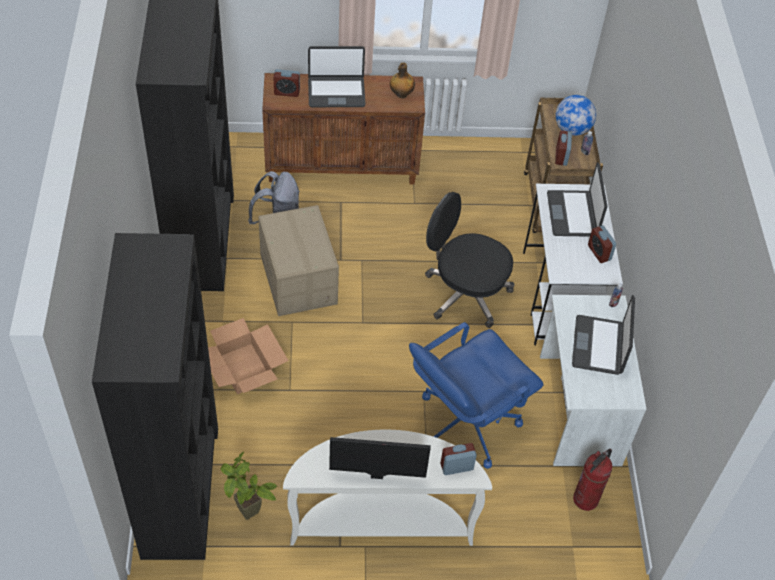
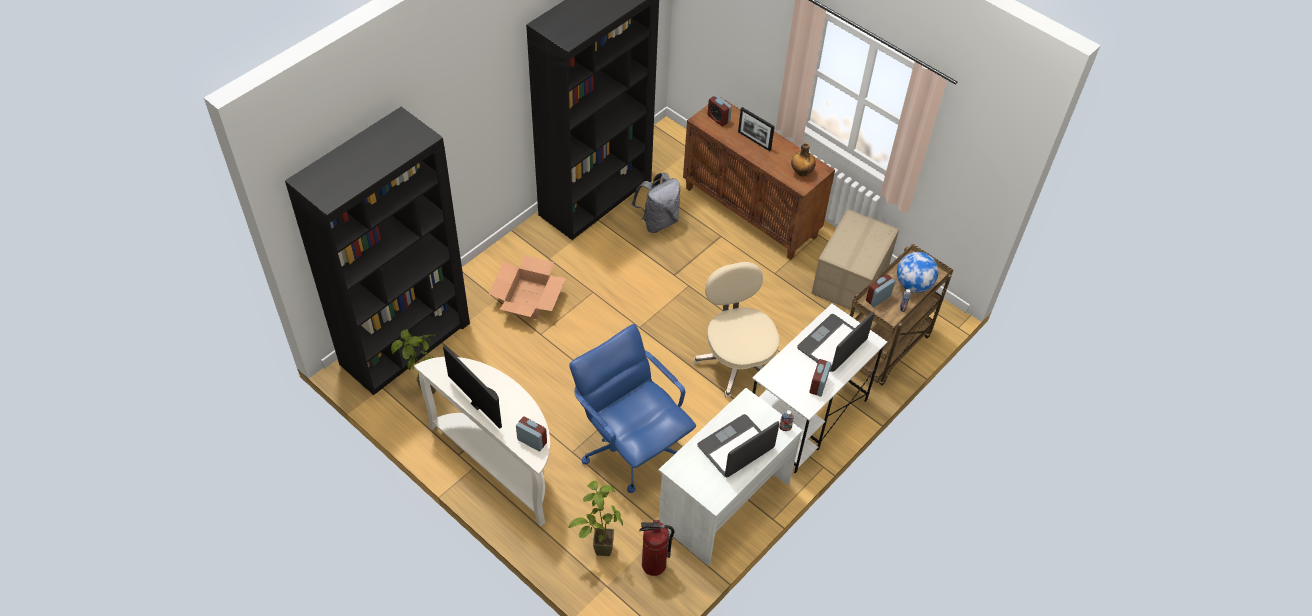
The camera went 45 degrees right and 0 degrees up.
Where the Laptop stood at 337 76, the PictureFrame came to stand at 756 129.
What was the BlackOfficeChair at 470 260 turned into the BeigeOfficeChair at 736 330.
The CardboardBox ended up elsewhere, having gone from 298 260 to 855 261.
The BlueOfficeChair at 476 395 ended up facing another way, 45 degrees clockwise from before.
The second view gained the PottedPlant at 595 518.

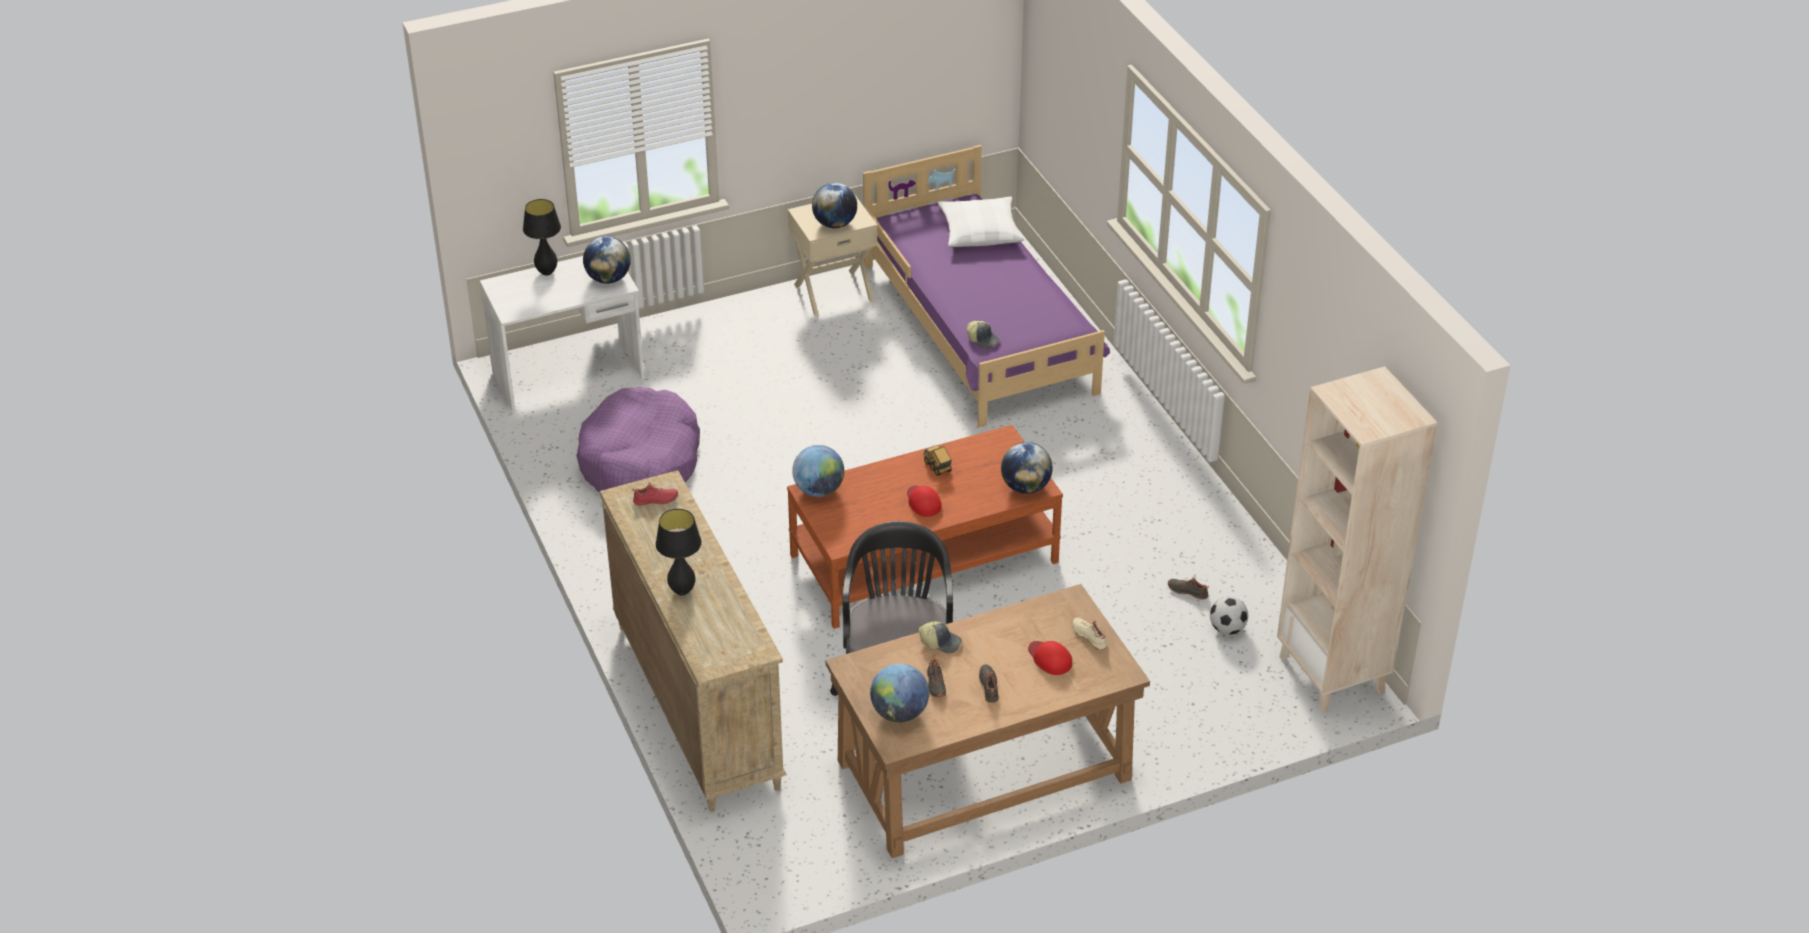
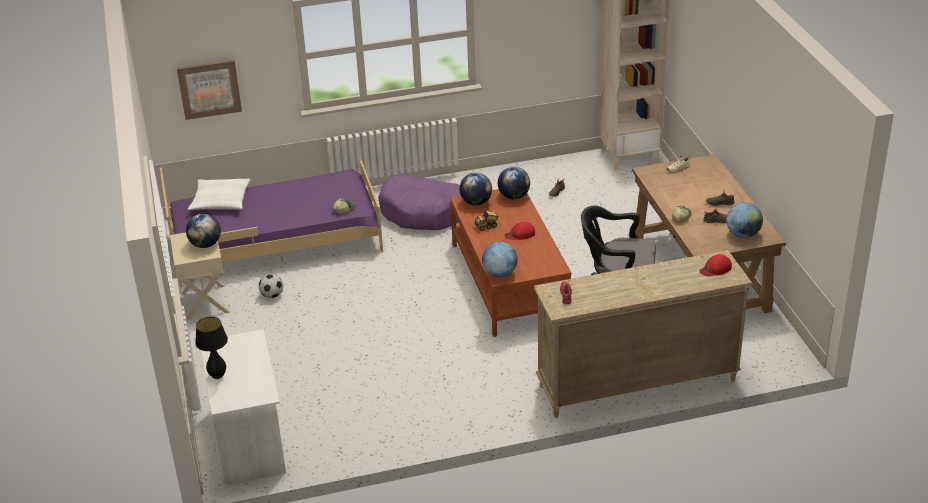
The camera went 80 degrees left and 5 degrees down.
The Globe ended up elsewhere, having gone from 607 260 to 475 189.
The PurpleDogBed ended up elsewhere, having gone from 638 440 to 419 202.
The second view lost the BlackTableLamp at 678 552.
The Football ended up elsewhere, having gone from 1229 615 to 271 286.
The RedCap ended up elsewhere, having gone from 1050 658 to 716 265.
The second view gained the Picture at 209 89.

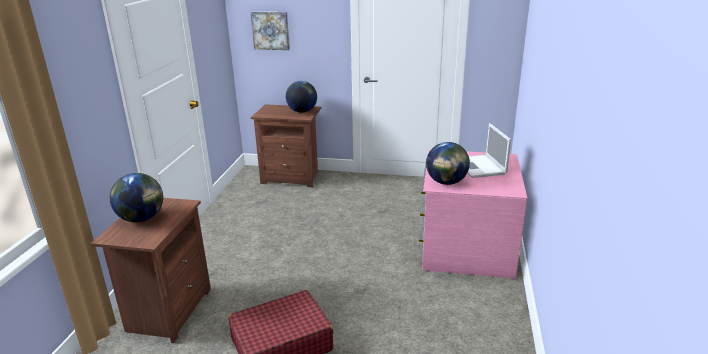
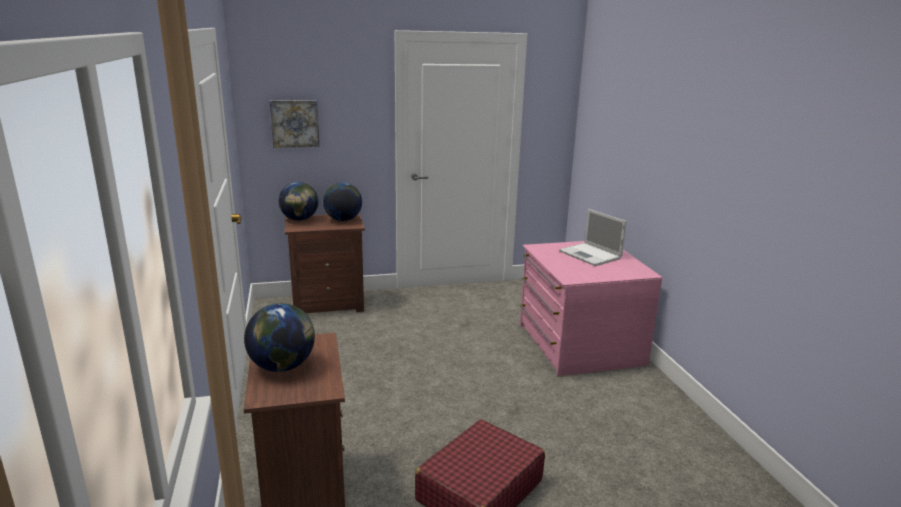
The camera went 25 degrees left and 5 degrees down.
The Globe ended up elsewhere, having gone from 448 163 to 298 201.

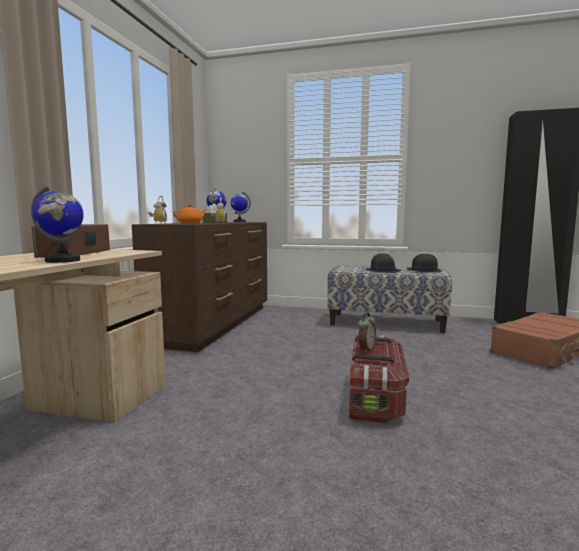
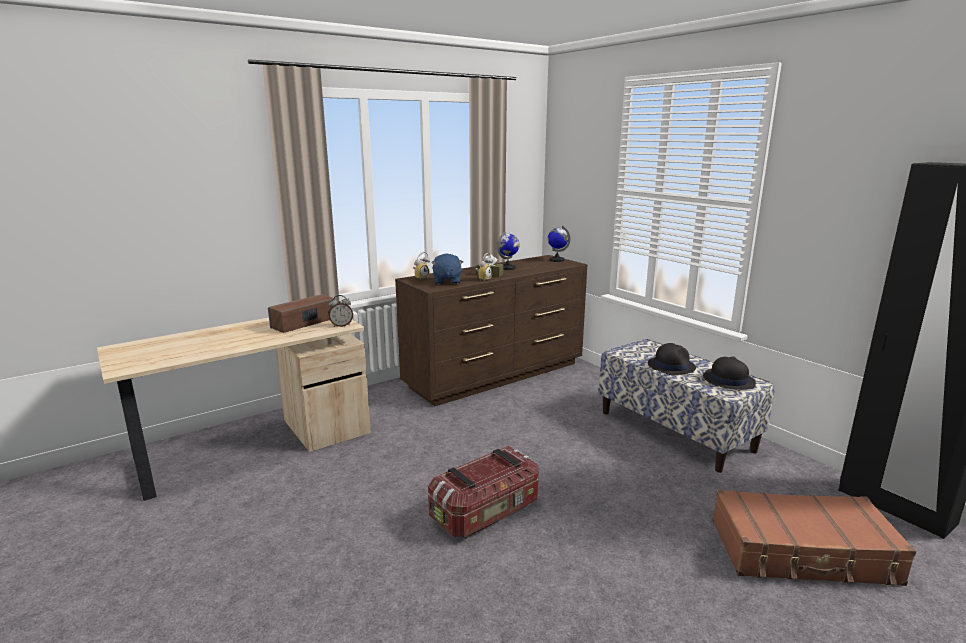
The camera went 40 degrees right and 10 degrees up.
The second view lost the Globe at 57 224.
Where the OrangeTeapot stood at 190 214, the BluePlushToy came to stand at 447 269.
The AlarmClock ended up elsewhere, having gone from 367 332 to 340 311.

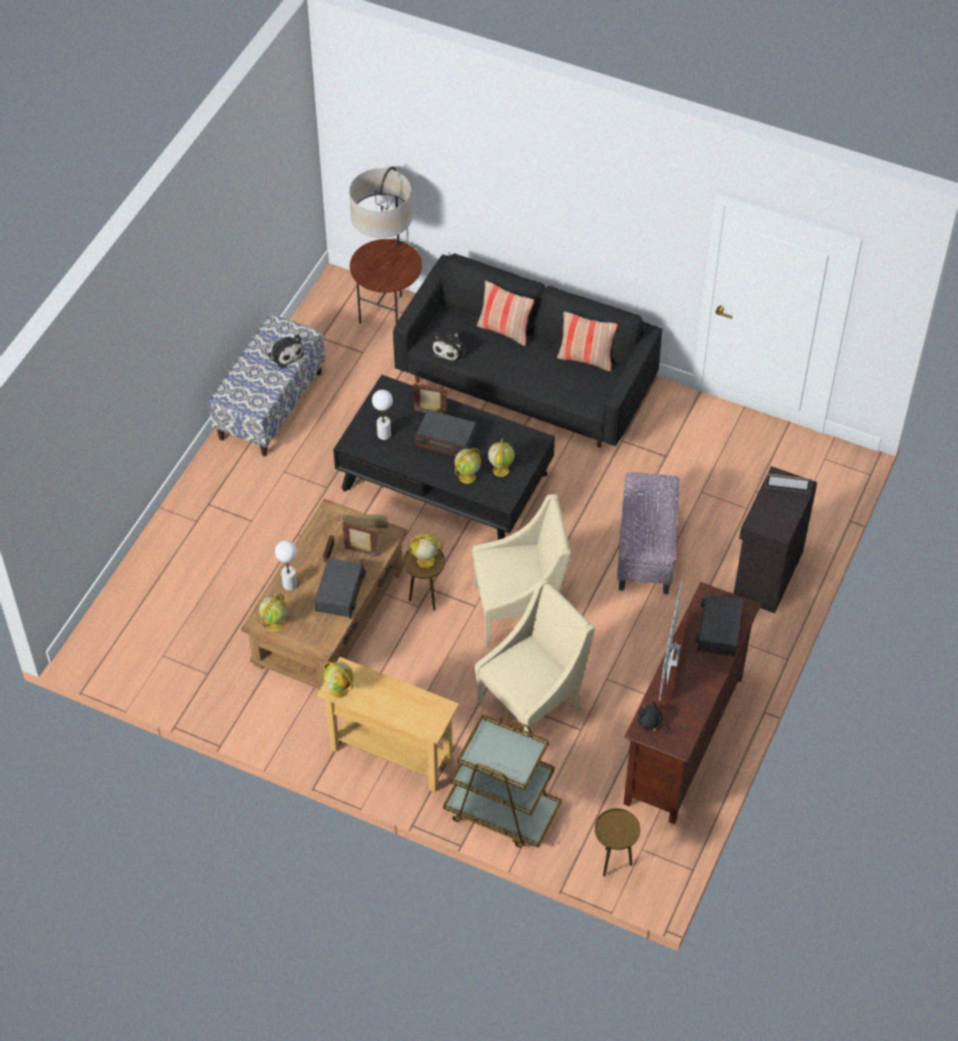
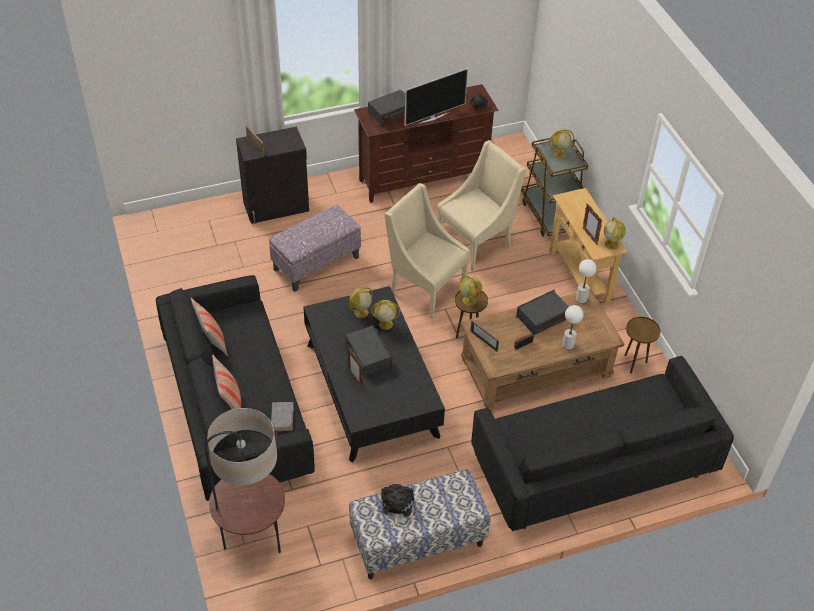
The camera went 135 degrees left and 5 degrees down.
Where the PlushToy stood at 449 348, the GreyBook came to stand at 282 419.
The WhiteTableLamp ended up elsewhere, having gone from 382 415 to 586 281.
The PictureFrame ended up elsewhere, having gone from 360 539 to 592 224.
The BeigeArmchair at 535 657 ended up facing another way, 135 degrees clockwise from before.
The Globe ended up elsewhere, having gone from 273 613 to 561 144.
The BrownSideTable ended up elsewhere, having gone from 617 842 to 642 345.
The second view gained the BlackSofa at 602 444.

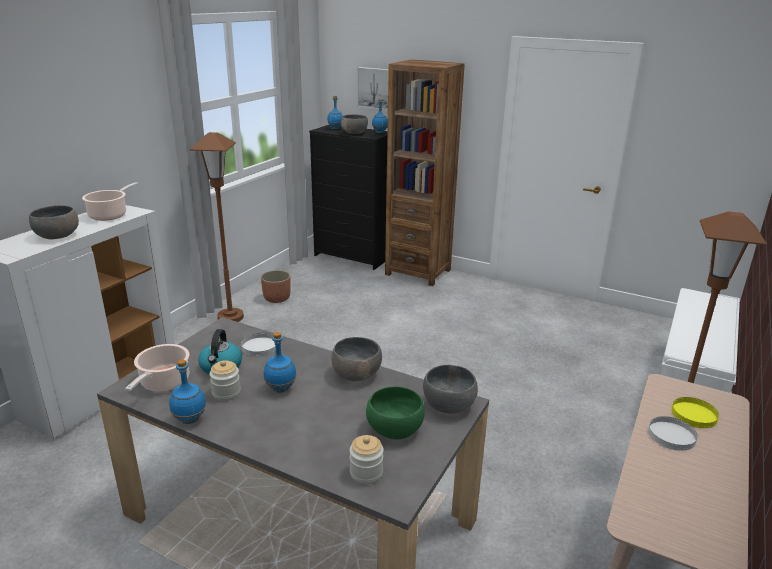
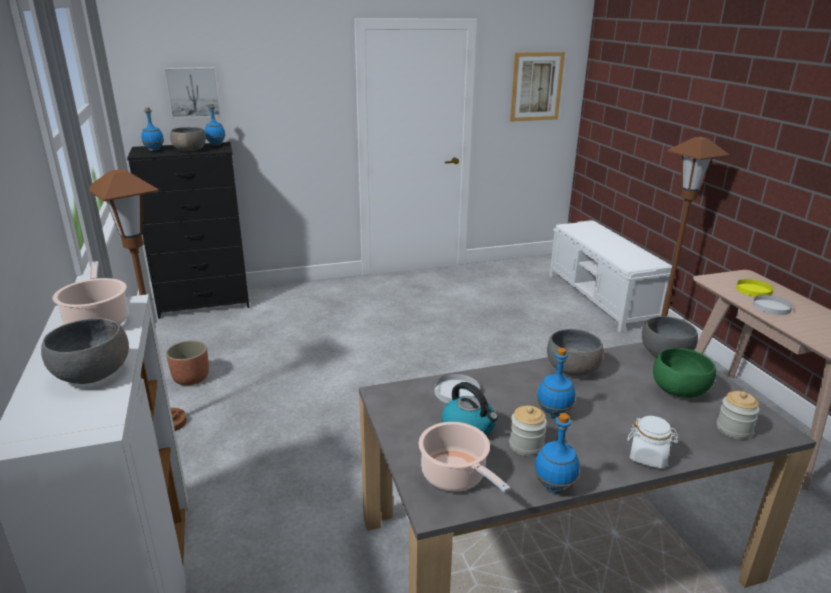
The camera went 45 degrees left and 0 degrees up.
The second view lost the BrownBookcase at 425 172.
The second view gained the Picture at 537 87.
The second view gained the WhiteJar at 653 442.

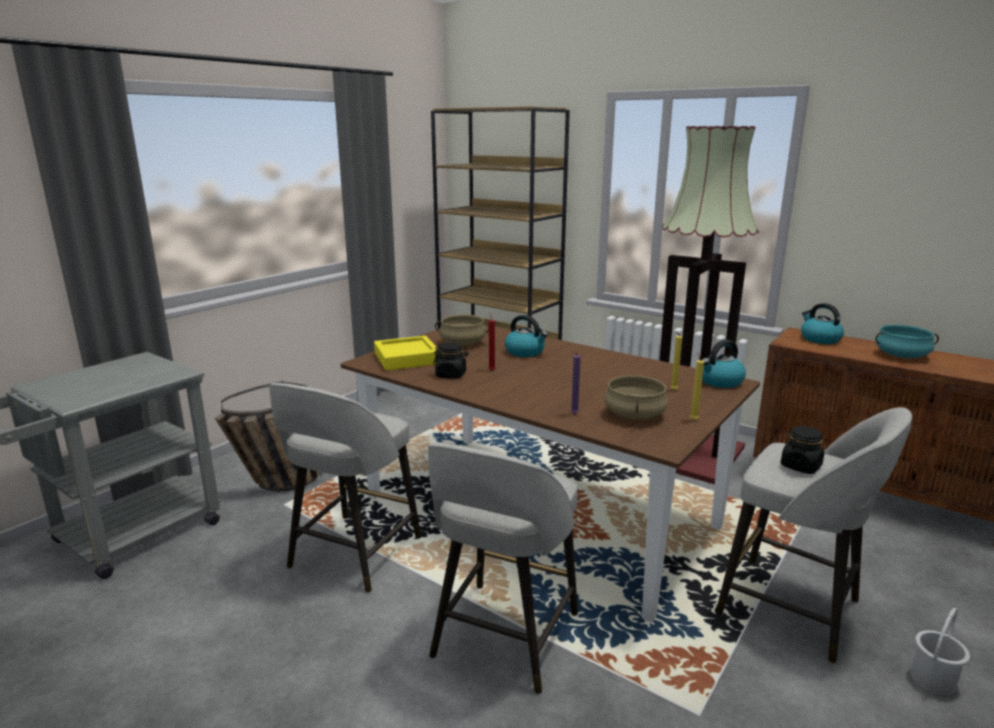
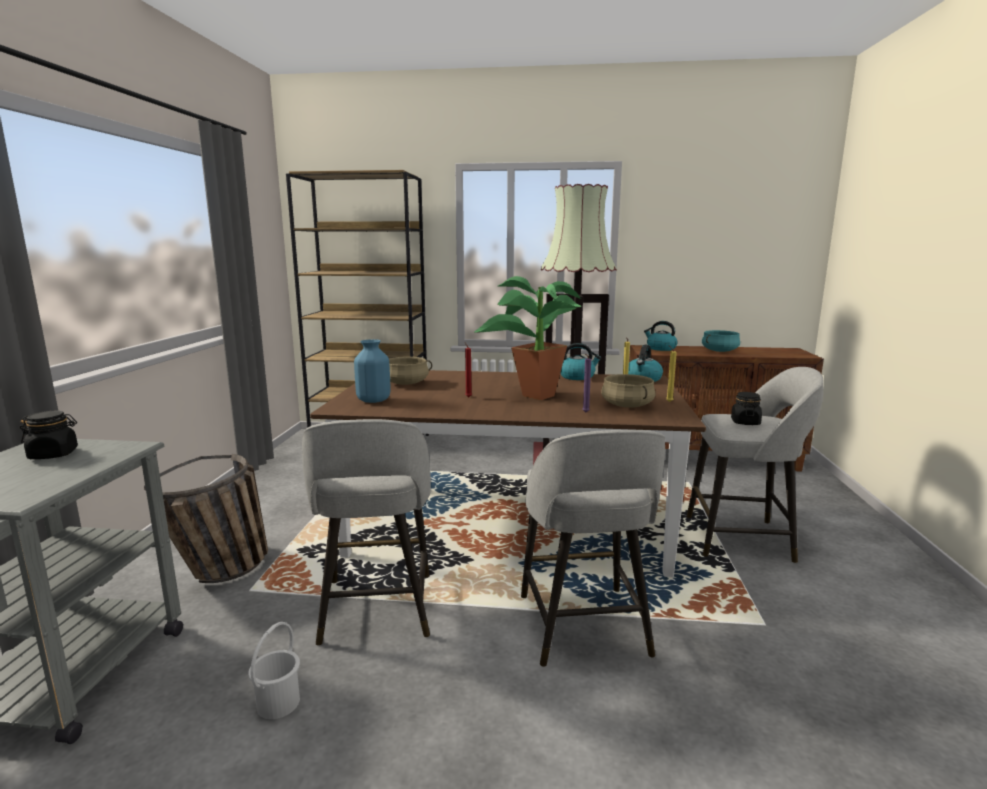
The camera went 30 degrees left and 5 degrees down.
The Kettle ended up elsewhere, having gone from 526 336 to 580 361.
Where the YellowTray stood at 405 353, the BlueVase came to stand at 372 371.
The BlackJar ended up elsewhere, having gone from 451 360 to 49 435.
The WhiteBucket ended up elsewhere, having gone from 940 651 to 274 670.
The second view gained the PottedPlant at 527 338.

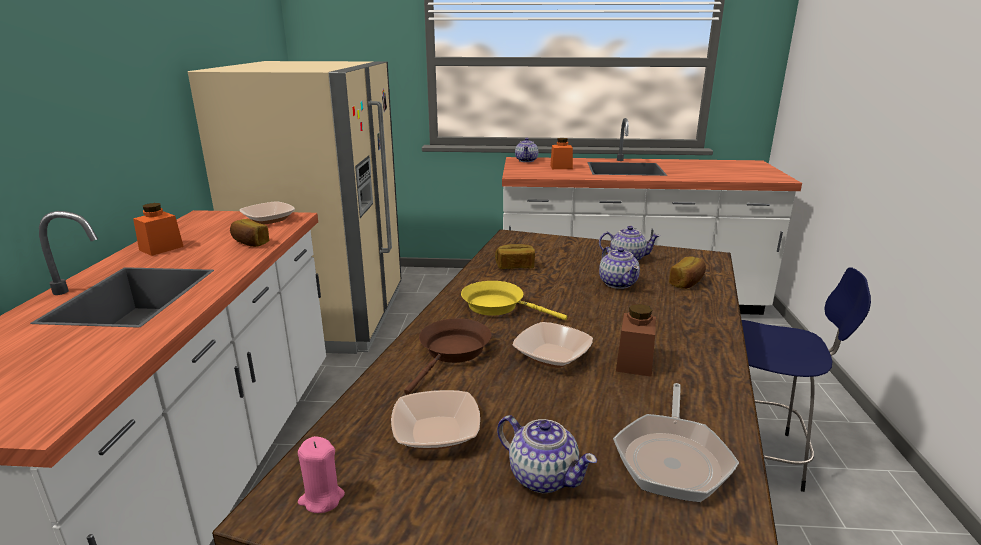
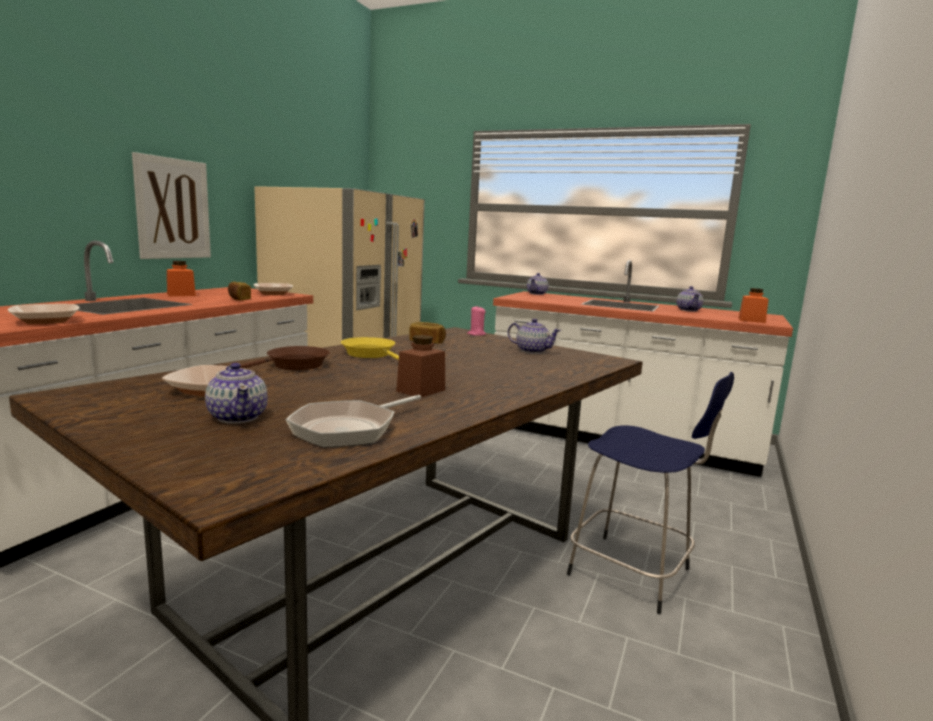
The camera went 20 degrees right and 10 degrees down.
The OrangeJar ended up elsewhere, having gone from 561 153 to 753 305.
The Teapot ended up elsewhere, having gone from 619 268 to 690 299.
The second view lost the Bread at 687 273.
The Bowl ended up elsewhere, having gone from 553 345 to 44 314.
The PinkCandle ended up elsewhere, having gone from 321 474 to 476 321.
The second view gained the Picture at 171 205.

